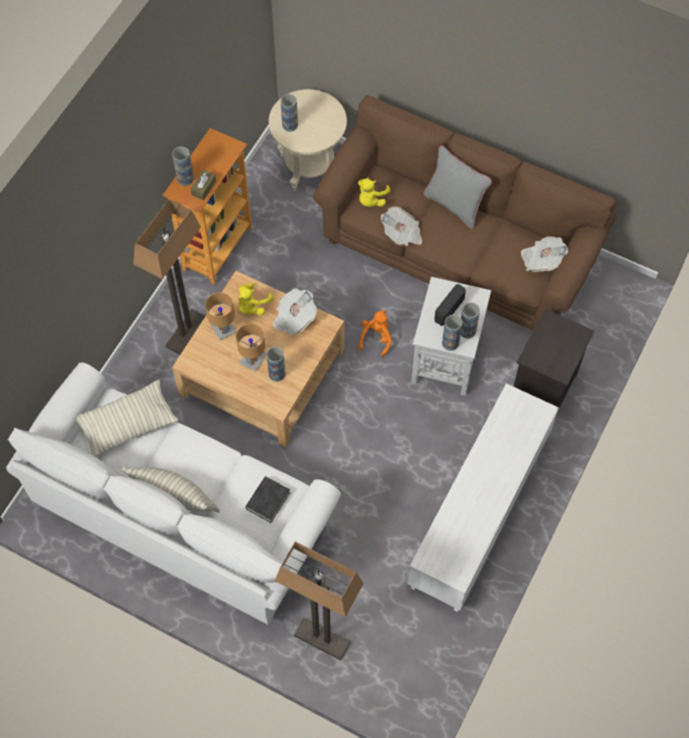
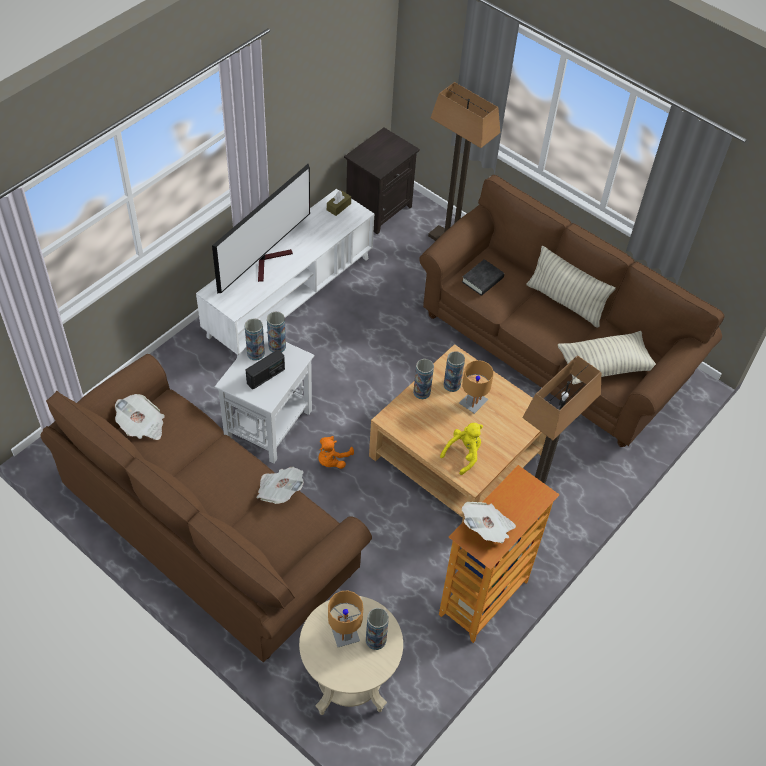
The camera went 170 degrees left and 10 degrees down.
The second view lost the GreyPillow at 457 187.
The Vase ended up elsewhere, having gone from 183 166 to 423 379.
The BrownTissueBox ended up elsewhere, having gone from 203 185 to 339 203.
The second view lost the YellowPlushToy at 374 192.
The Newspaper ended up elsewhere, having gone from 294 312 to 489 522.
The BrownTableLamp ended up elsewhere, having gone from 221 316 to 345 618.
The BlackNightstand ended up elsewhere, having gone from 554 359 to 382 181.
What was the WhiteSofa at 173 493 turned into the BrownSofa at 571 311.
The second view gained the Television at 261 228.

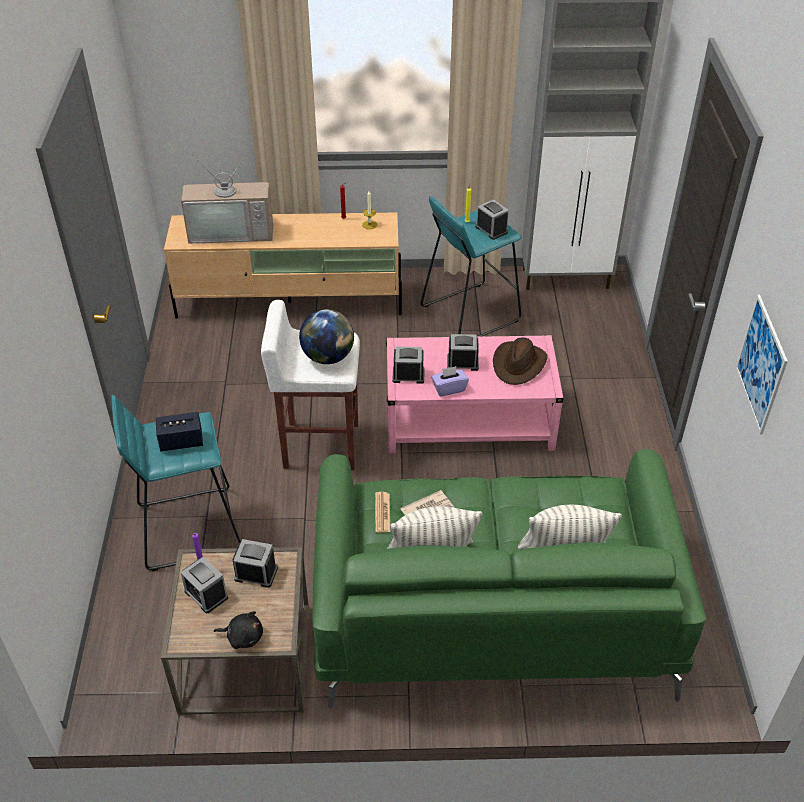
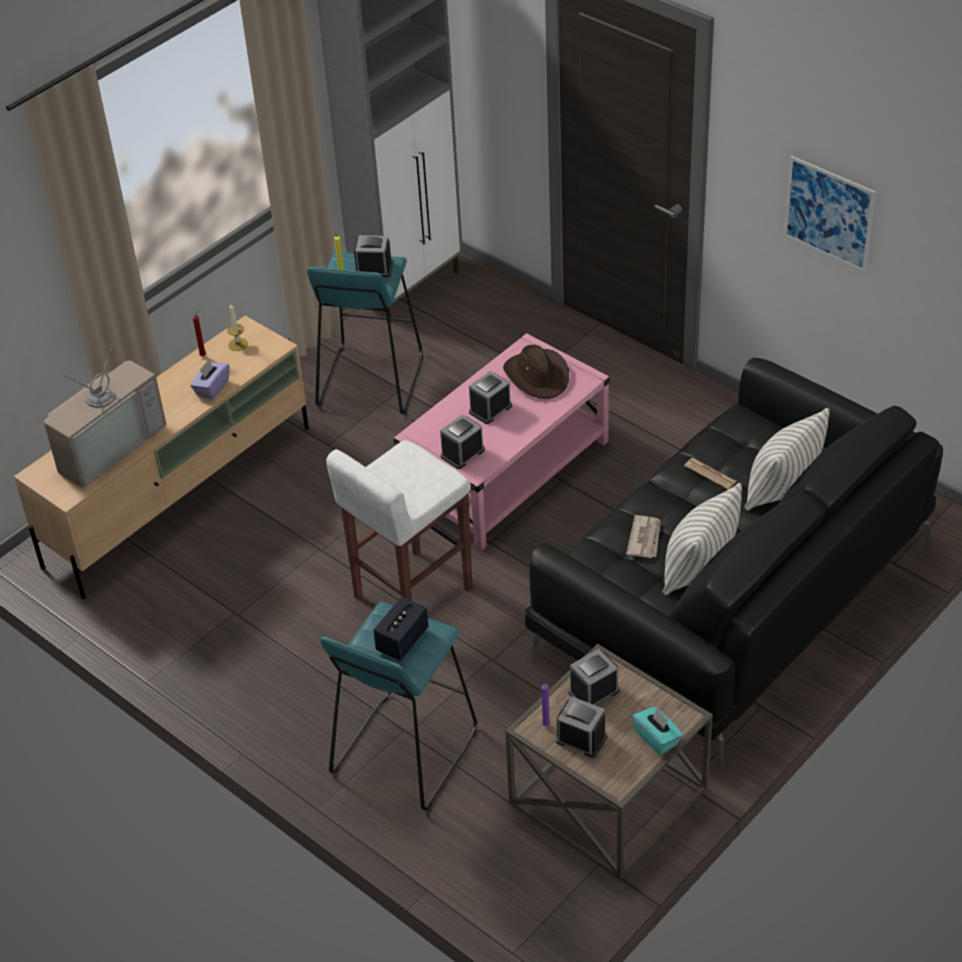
The camera went 45 degrees left and 0 degrees up.
The second view lost the Globe at 326 336.
The PurpleTissueBox ended up elsewhere, having gone from 450 381 to 210 380.
What was the GreenSofa at 510 579 turned into the BlackSofa at 734 563.
The Newspaper ended up elsewhere, having gone from 382 512 to 710 473.
The AlarmClock at 204 584 ended up facing another way, 150 degrees counterclockwise from before.
Where the BlackPlushToy stood at 238 630, the TurquoiseTissueBox came to stand at 657 730.

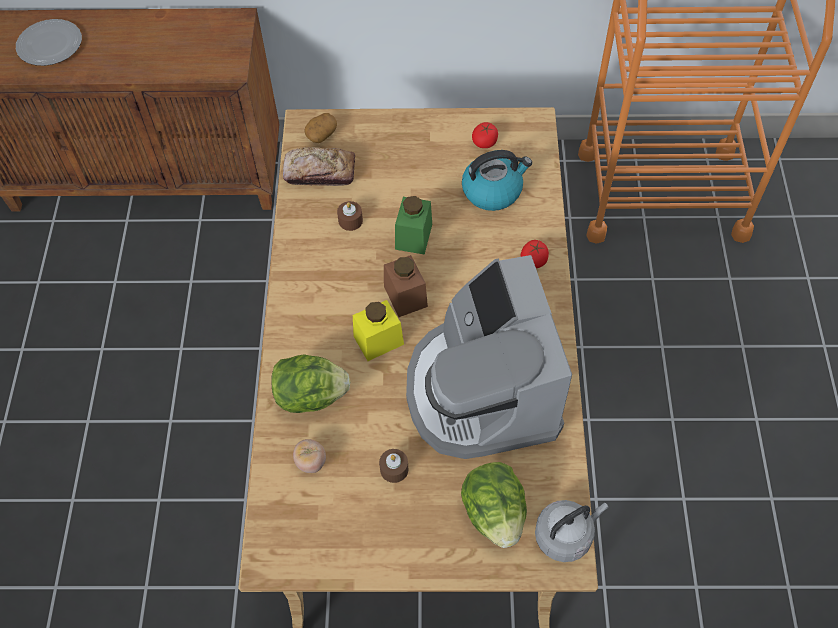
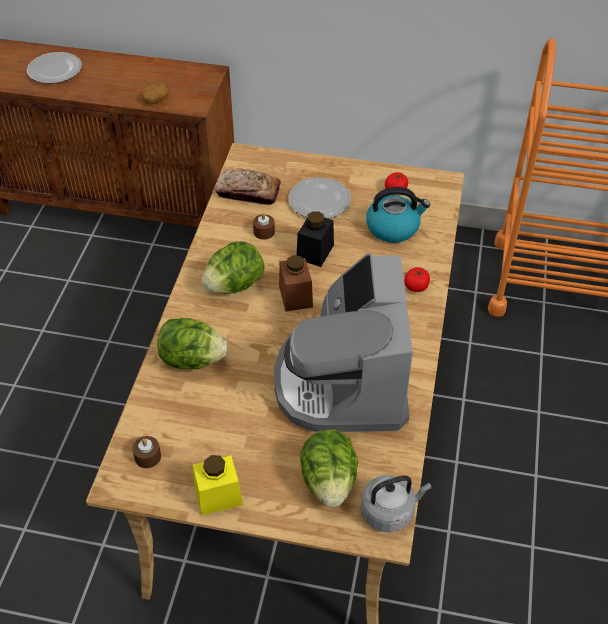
The camera went 10 degrees right and 10 degrees down.
The Potato ended up elsewhere, having gone from 320 128 to 155 93.
What was the GreenJar at 413 225 turned into the BlackJar at 315 239.
The YellowJar ended up elsewhere, having gone from 378 330 to 218 485.
The second view lost the Tomato at 309 456.
The BrownCandle ended up elsewhere, having gone from 393 466 to 146 452.
The second view gained the Plate at 320 198.
The second view gained the Lettuce at 233 267.

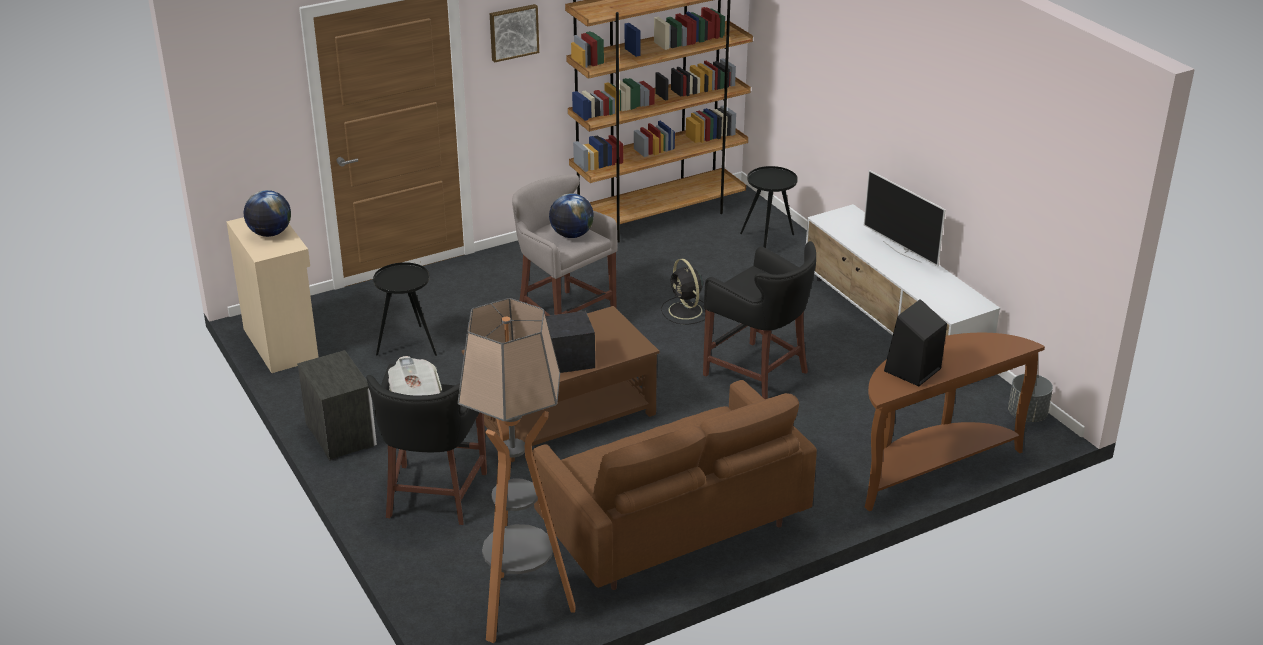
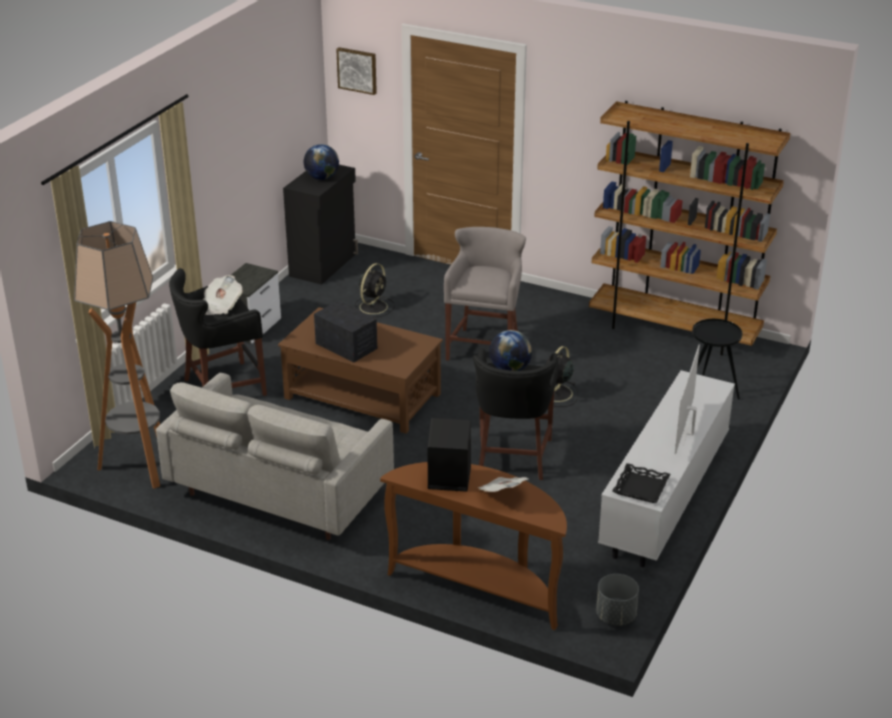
The camera went 55 degrees right and 0 degrees up.
The Picture ended up elsewhere, having gone from 514 33 to 356 71.
The Globe ended up elsewhere, having gone from 571 215 to 510 350.
What was the BeigeCabinet at 272 295 turned into the BlackCabinet at 320 225.
Where the BlackSideTable stood at 405 309, the BlackFan came to stand at 375 290.
What was the BrownSofa at 674 485 turned into the GreySofa at 275 456.
The second view gained the BlackTray at 641 483.
The second view gained the Newspaper at 503 484.

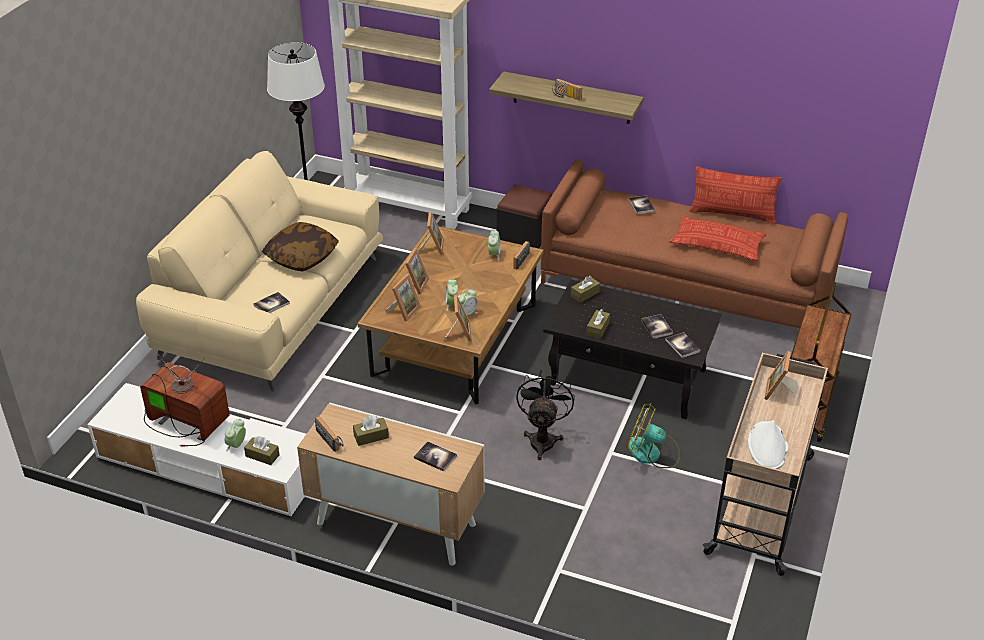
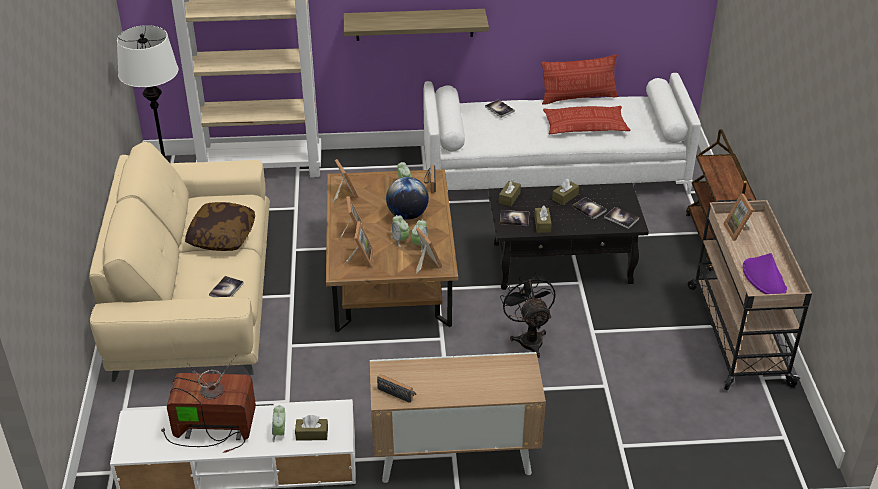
The camera went 25 degrees left and 0 degrees up.
The second view lost the Radio at 567 90.
What was the BrownSofa at 694 243 turned into the WhiteSofa at 562 133.
The second view lost the BlackOttoman at 524 216.
The second view lost the Fan at 653 435.
The BrownTissueBox ended up elsewhere, having gone from 371 430 to 565 192.
What was the WhiteHat at 768 444 turned into the PurpleHat at 765 273.
The Book ended up elsewhere, having gone from 435 456 to 514 218.
The second view gained the Globe at 407 198.

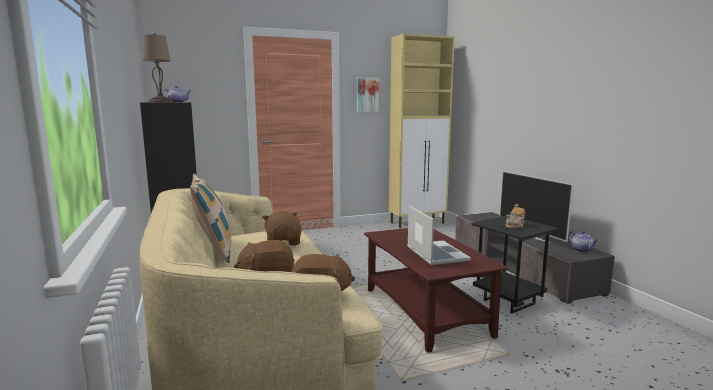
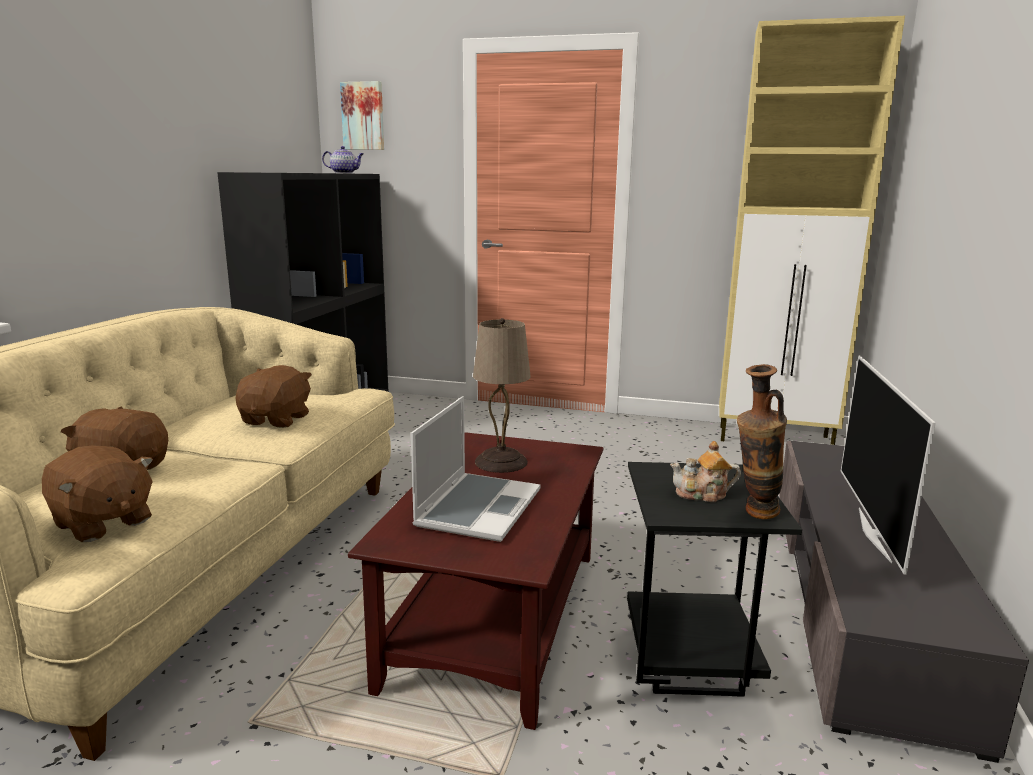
The camera went 35 degrees right and 5 degrees up.
The BeigeTableLamp ended up elsewhere, having gone from 158 67 to 502 395.
The Picture ended up elsewhere, having gone from 368 95 to 362 115.
The second view lost the Pillow at 210 218.
The second view lost the Teapot at 583 241.
The second view gained the Vase at 762 441.

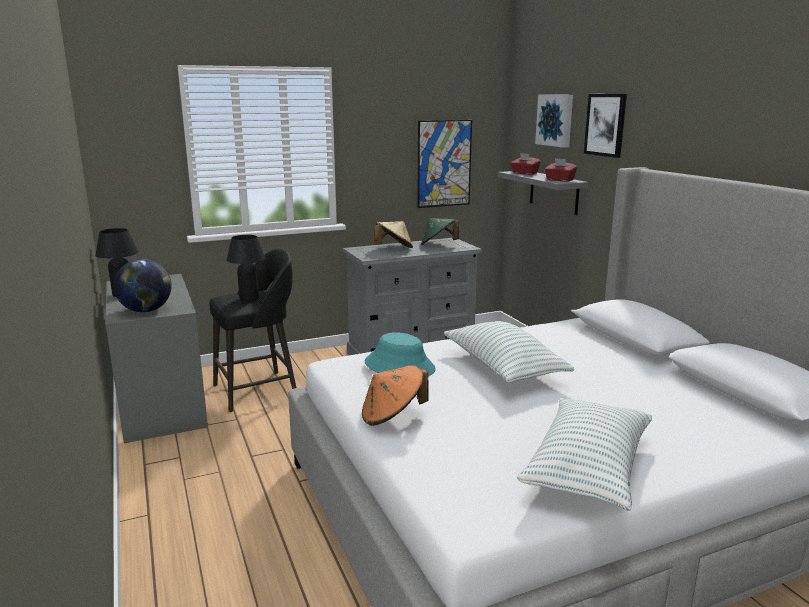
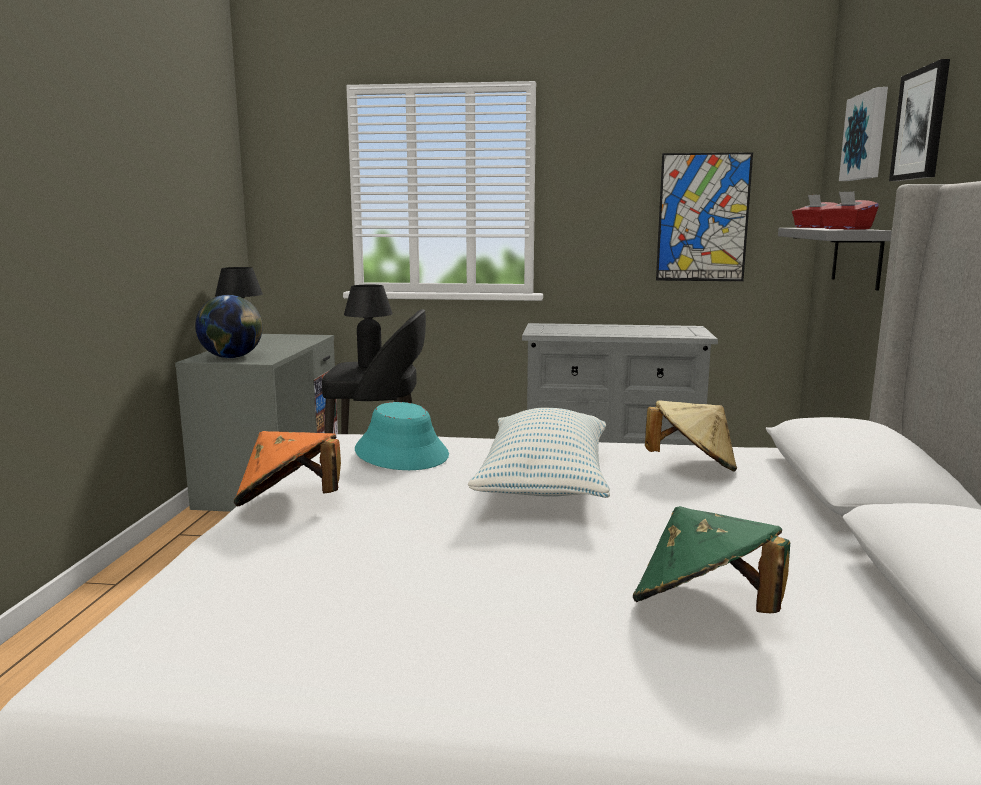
The camera went 30 degrees right and 5 degrees down.
The GreenHat ended up elsewhere, having gone from 440 231 to 711 559.
The BeigeHat ended up elsewhere, having gone from 394 234 to 691 435.
The second view lost the Pillow at 584 454.

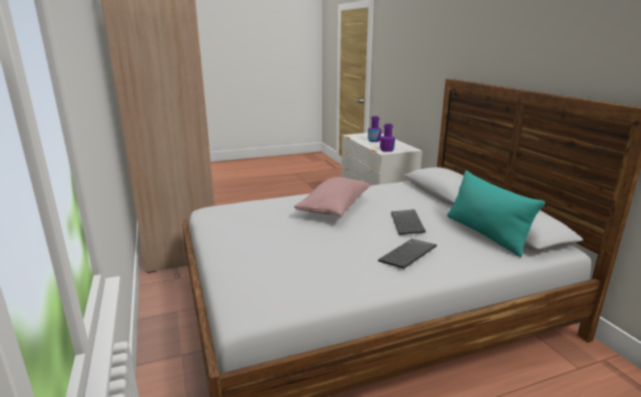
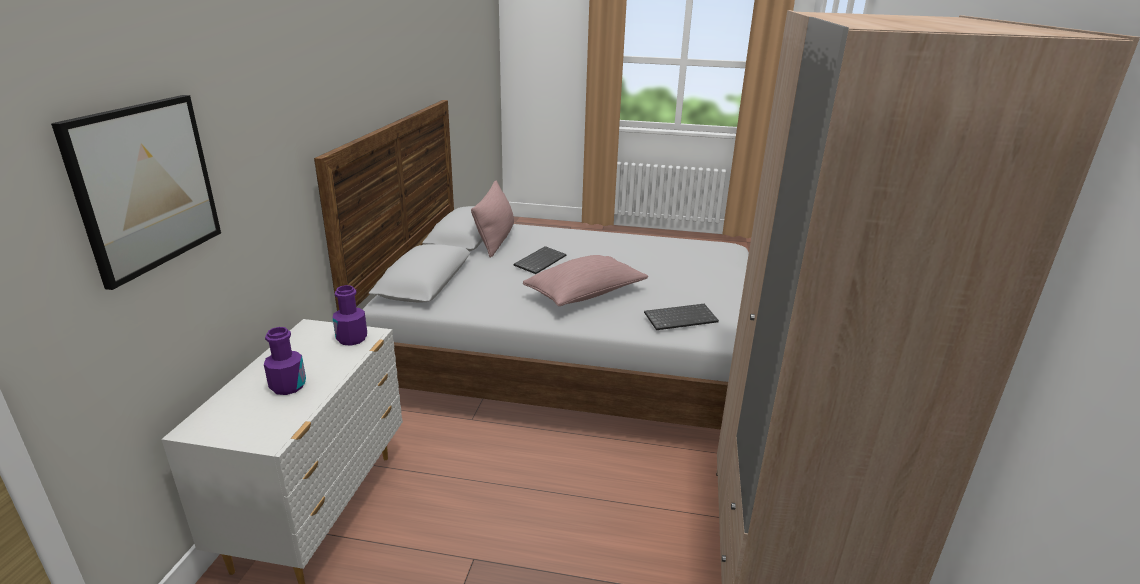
The camera went 150 degrees left and 5 degrees up.
What was the TurquoisePillow at 496 214 turned into the PinkPillow at 492 219.
The Keyboard ended up elsewhere, having gone from 407 254 to 681 317.
The second view gained the Picture at 136 192.

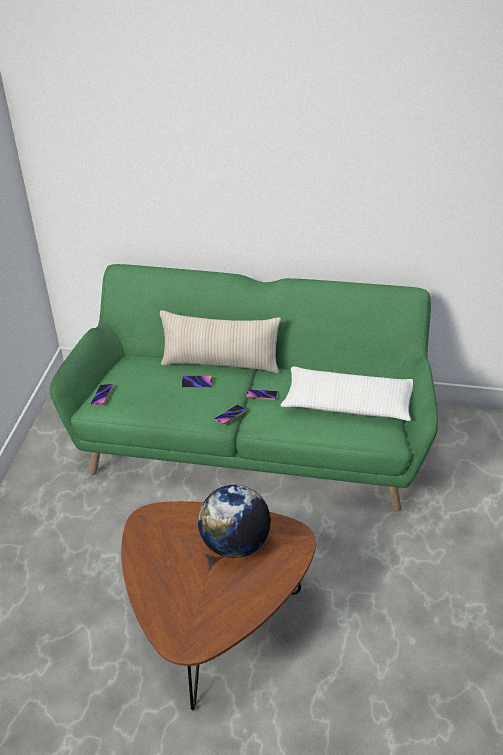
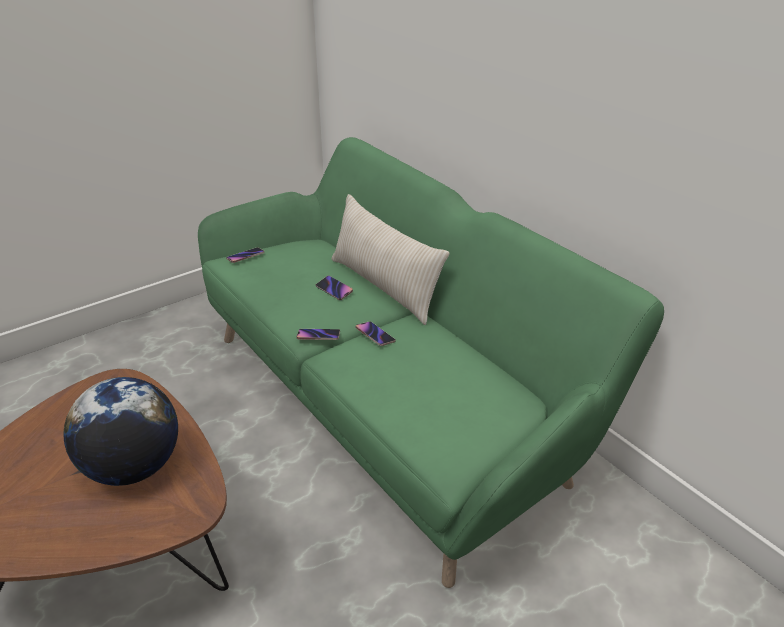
The camera went 40 degrees right and 5 degrees down.
The second view lost the WhitePillow at 347 393.

